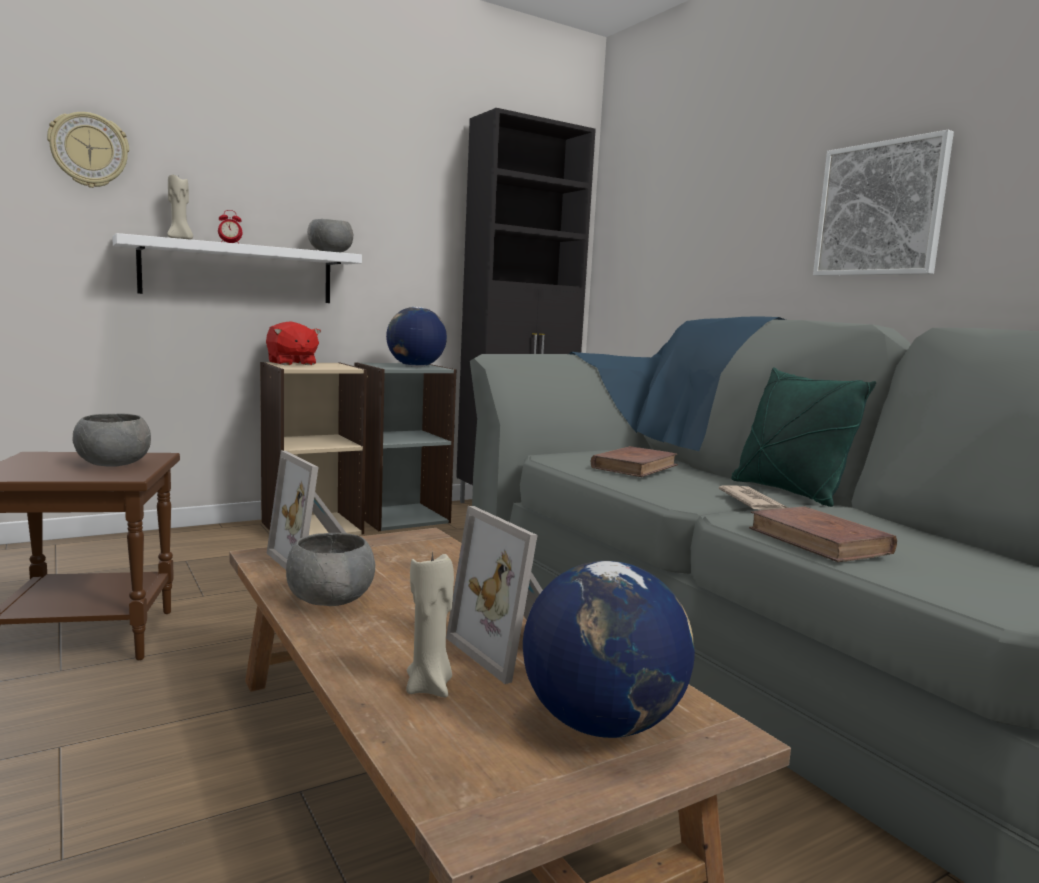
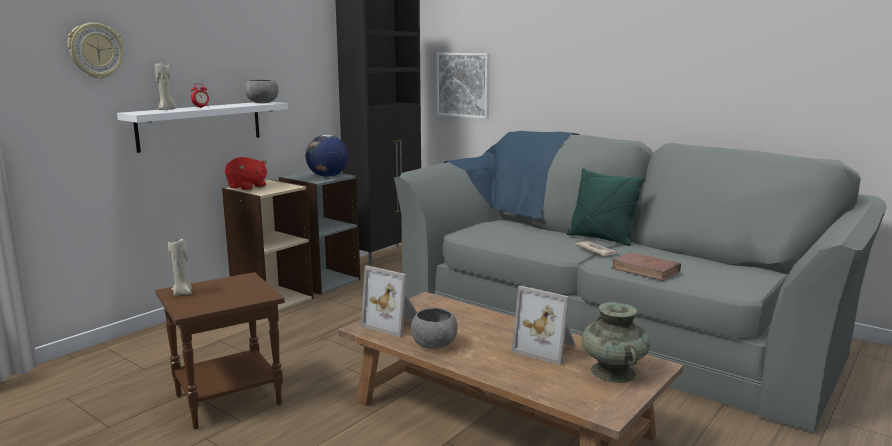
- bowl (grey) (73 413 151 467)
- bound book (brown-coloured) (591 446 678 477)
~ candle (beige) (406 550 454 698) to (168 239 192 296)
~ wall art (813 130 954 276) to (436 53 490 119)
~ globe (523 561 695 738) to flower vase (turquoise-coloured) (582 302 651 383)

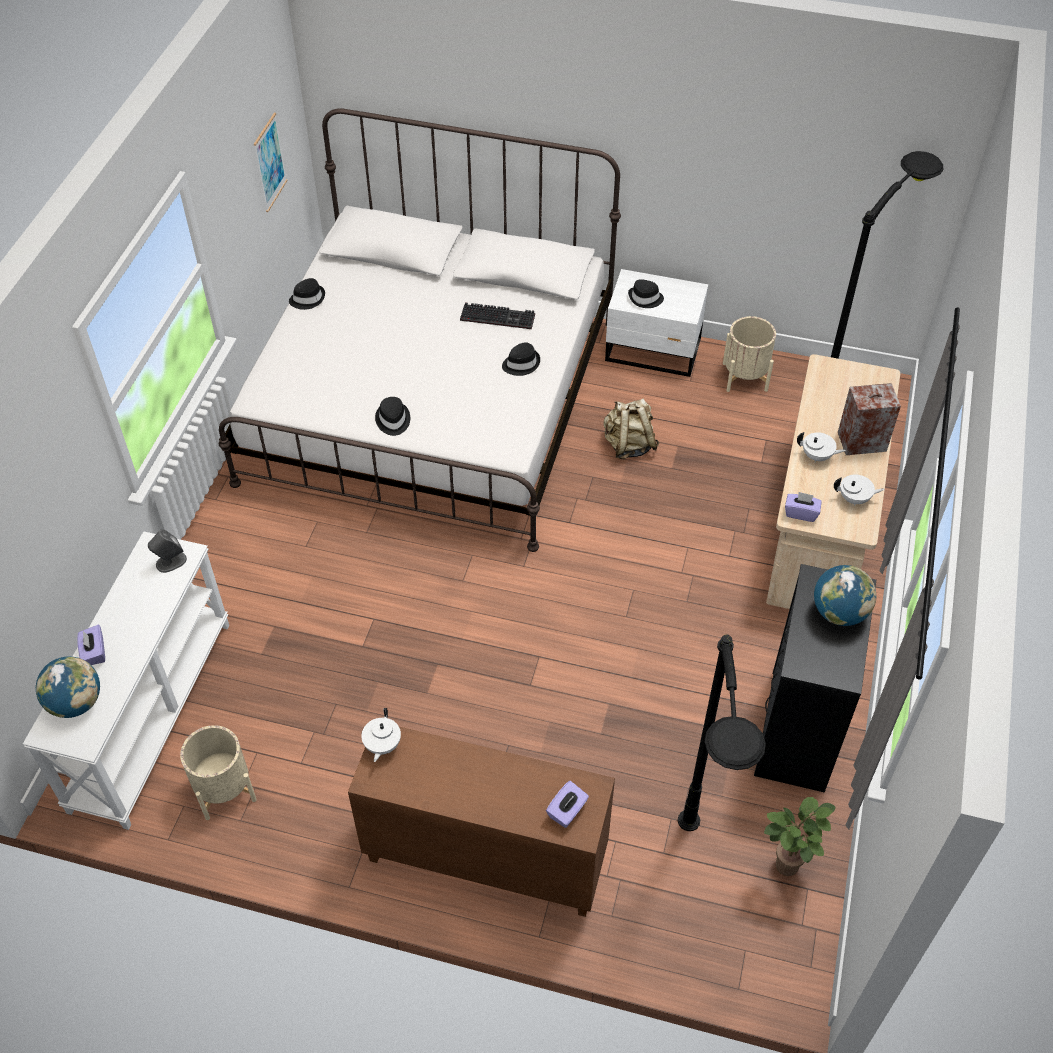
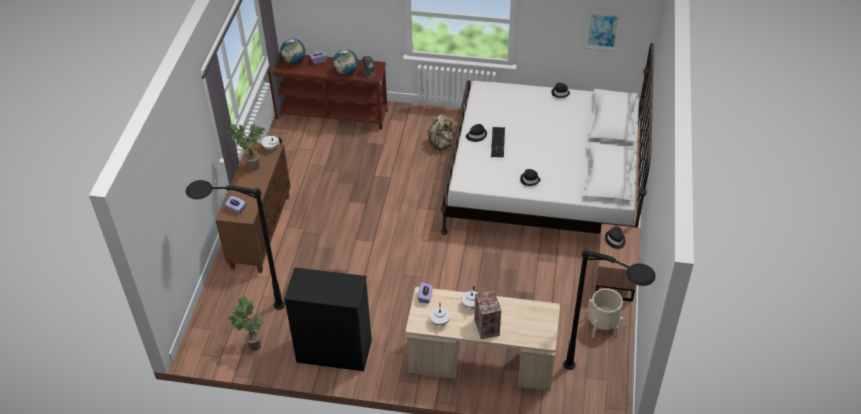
- flower pot (beige) (180 725 257 820)
+ potted plant (226 124 266 171)
~ computer keyboard (460 302 535 329) to (491 127 505 157)
~ knapsack (beige) (604 399 659 459) to (427 115 455 151)
~ globe (814 565 876 626) to (333 49 358 75)
~ hall table (white-coloured) (23 531 229 830) to hall table (brown-coloured) (267 52 388 130)
~ night table (white-coloured) (605 269 708 377) to night table (brown-coloured) (596 223 641 302)

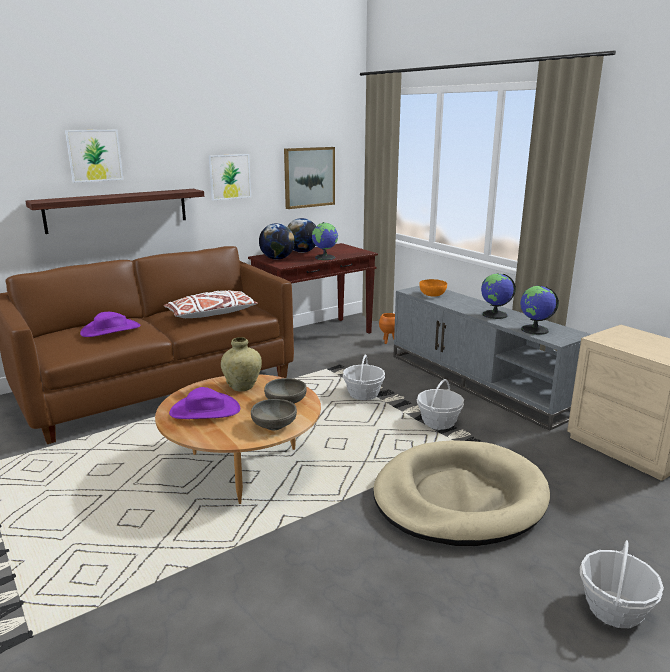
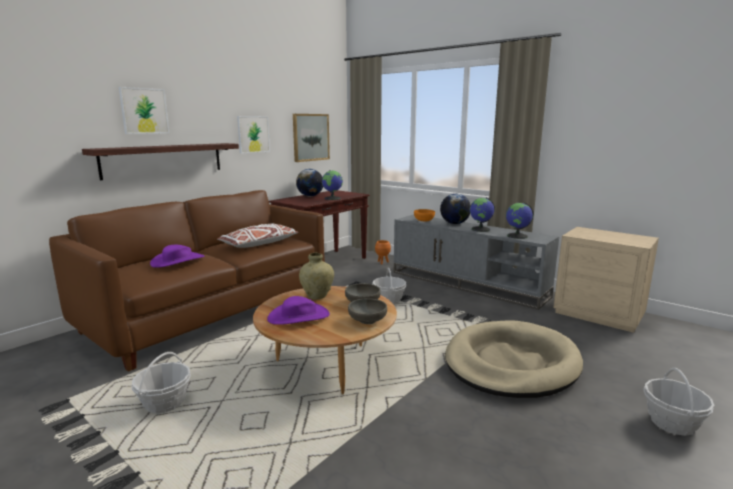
~ globe (259 223 295 260) to (440 194 471 224)
~ basket (417 379 464 430) to (131 352 191 413)

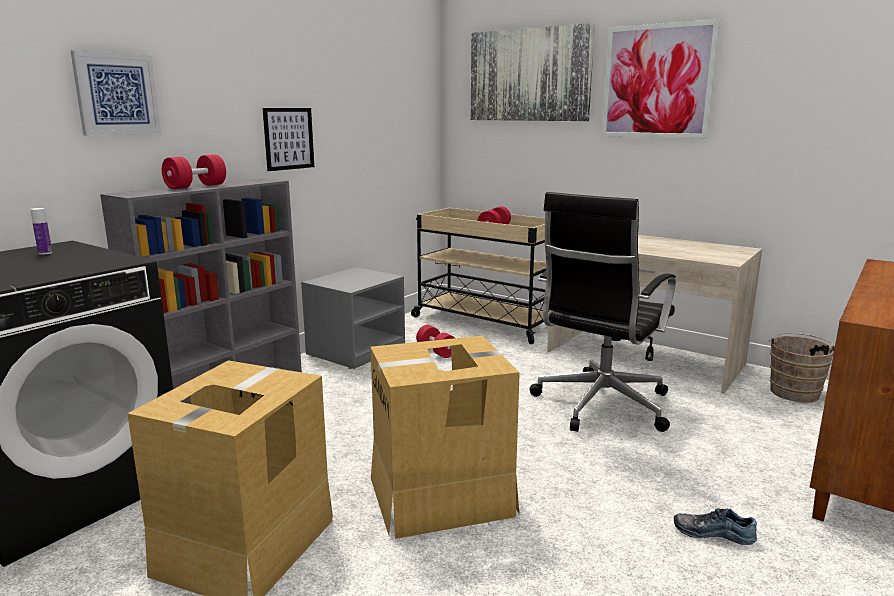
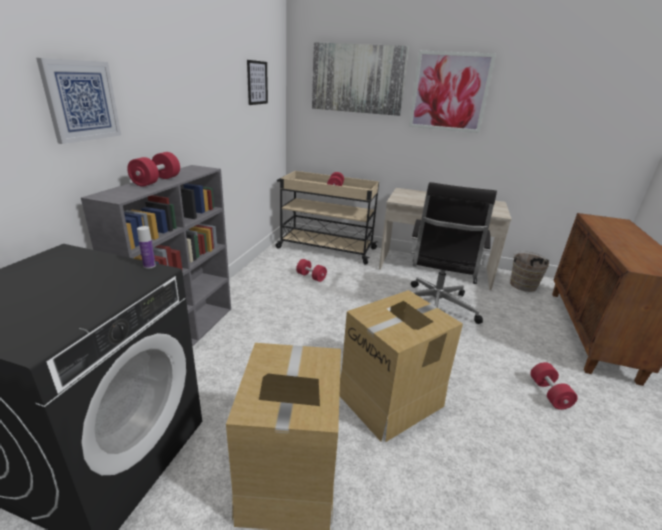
- night table (grey) (301 267 405 369)
~ bottle (30 208 53 255) to (137 226 156 269)
~ wall art (263 108 314 171) to (247 60 268 105)
~ shoe (674 508 757 545) to free weight (red) (530 362 578 410)

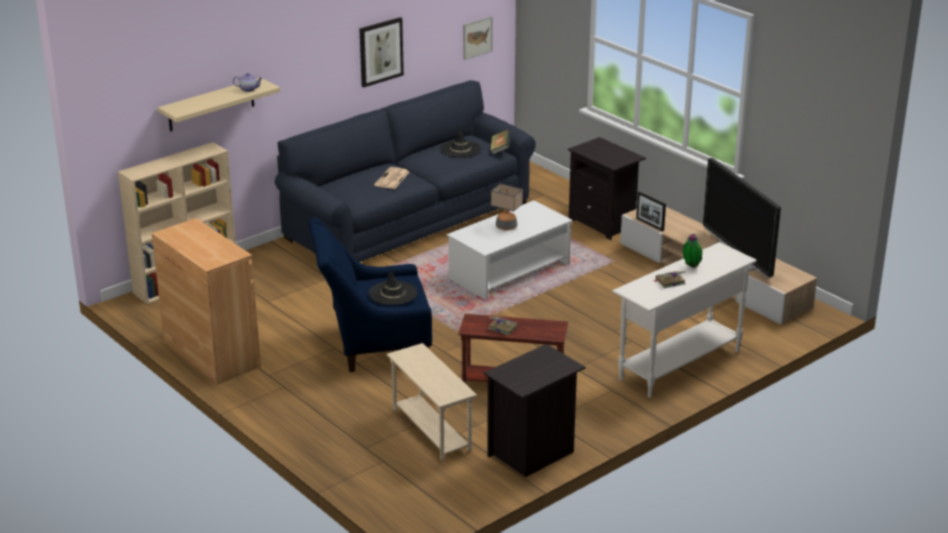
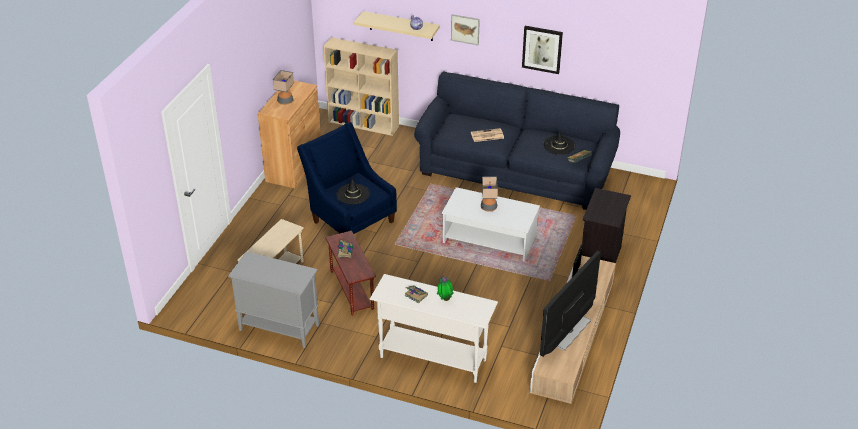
+ tabletop lamp (273 70 294 105)
~ wall art (463 16 493 60) to (451 14 480 45)
~ night table (blackish) (484 344 585 477) to cupboard (grey) (228 252 319 348)

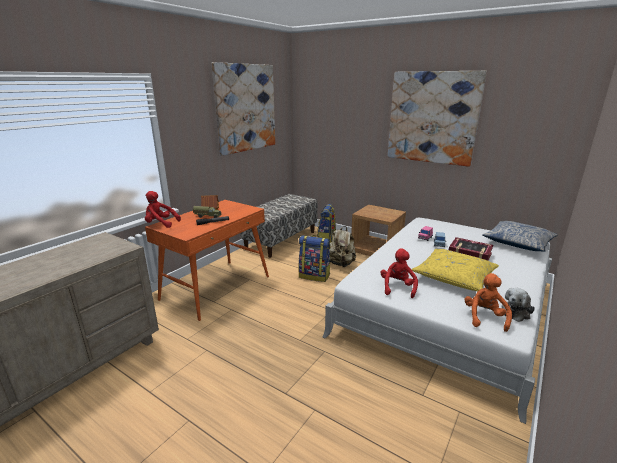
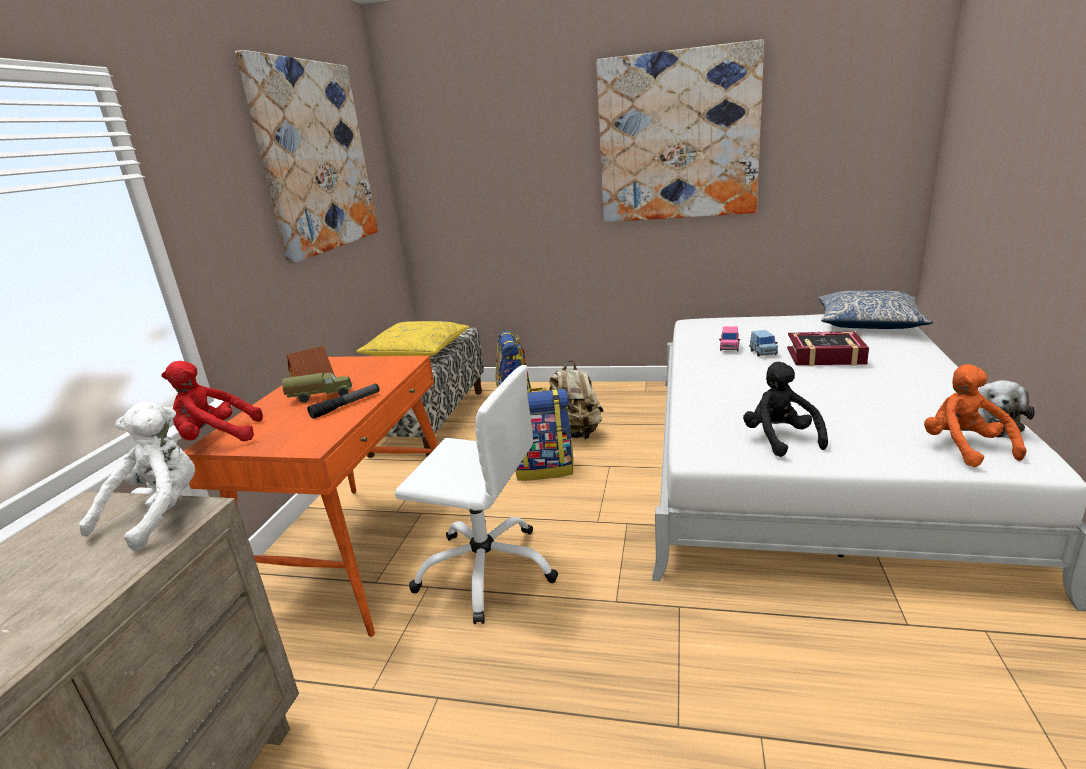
- night table (brown-coloured) (351 205 406 256)
+ plush toy (white-coloured) (79 401 195 551)
+ desk chair (white-coloured) (395 365 558 624)
~ pillow (yellow-coloured) (411 249 499 291) to (356 321 469 357)
~ plush toy (red) (381 248 418 298) to plush toy (blackish) (743 362 828 457)

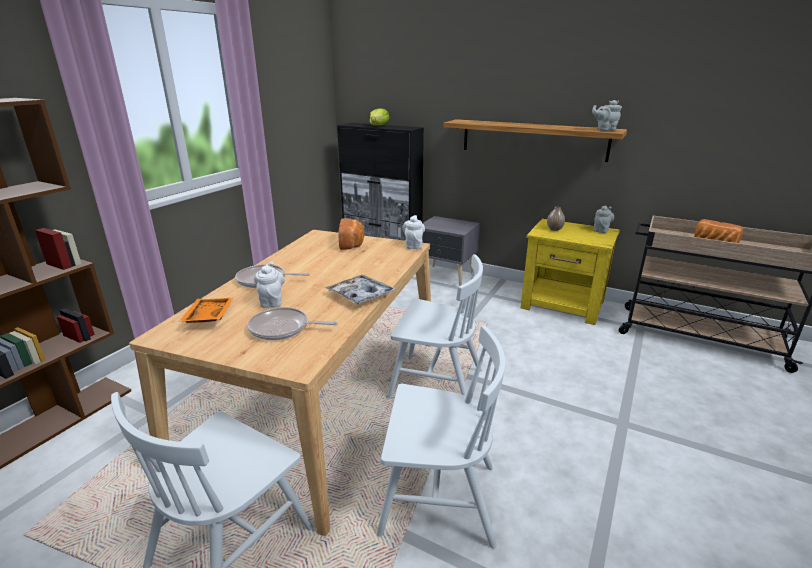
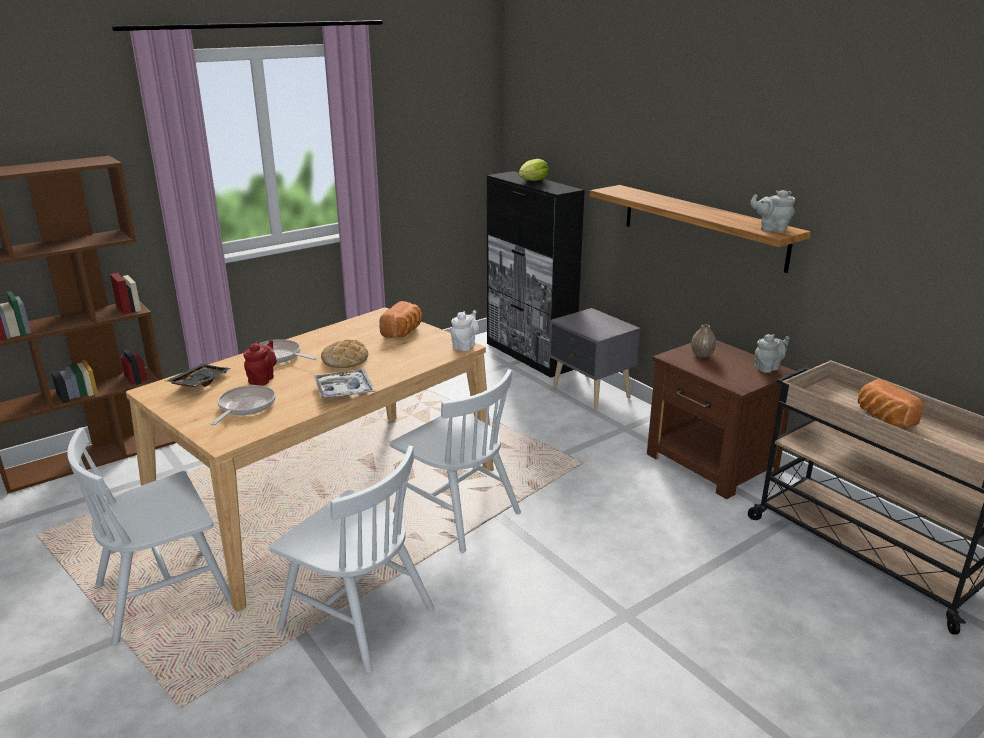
+ bakery bread (321 339 368 368)
~ carrying tray (orange) (179 298 233 323) to carrying tray (blackish) (165 363 232 387)
~ pot for tea (white-coloured) (254 262 285 308) to pot for tea (red) (243 340 277 386)
~ night table (yellow-coloured) (520 219 620 325) to night table (brown-coloured) (647 340 796 499)
~ pan (247 307 338 340) = (210 385 276 425) 75 degrees clockwise

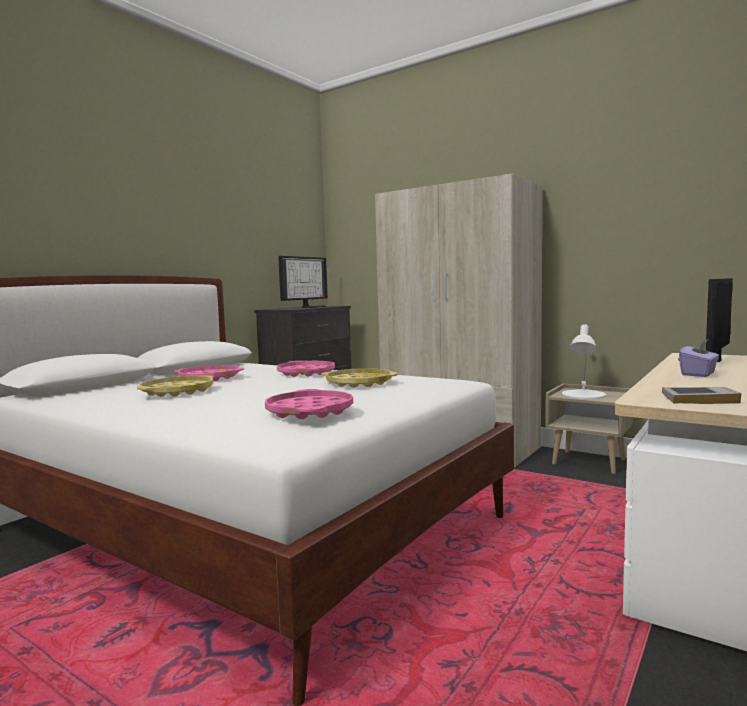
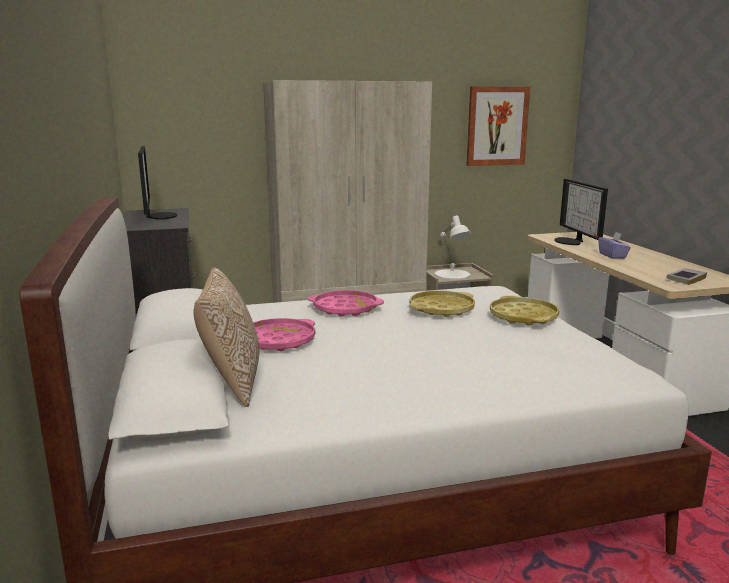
- carrying tray (pink) (265 389 353 419)
+ pillow (193 267 259 407)
+ wall art (466 86 530 166)
~ carrying tray (yellow-coloured) (137 375 214 397) to (490 296 559 326)

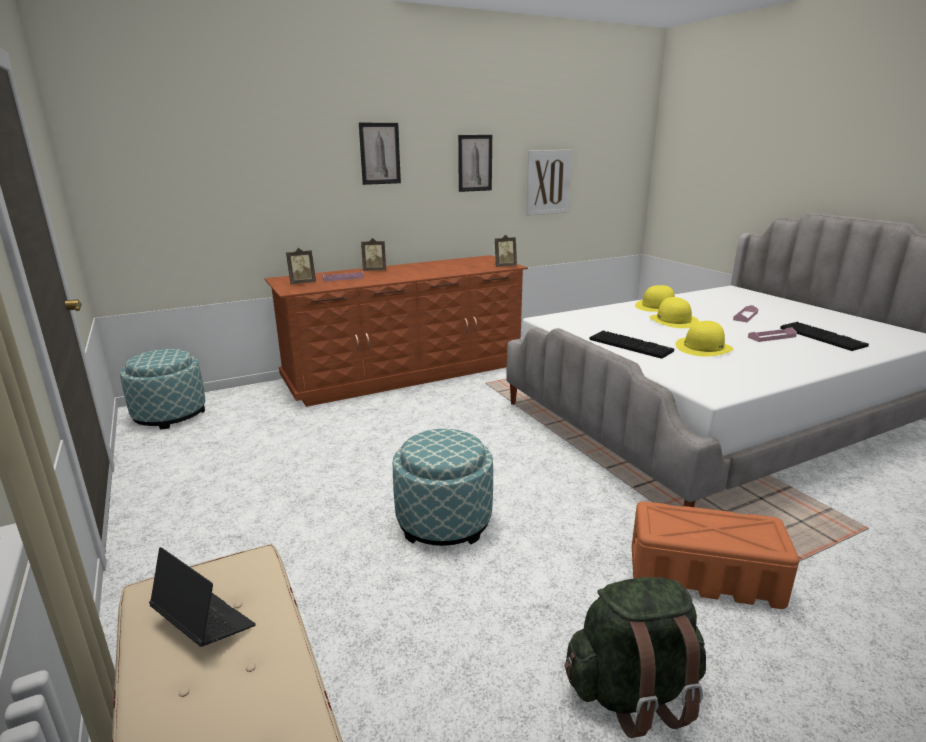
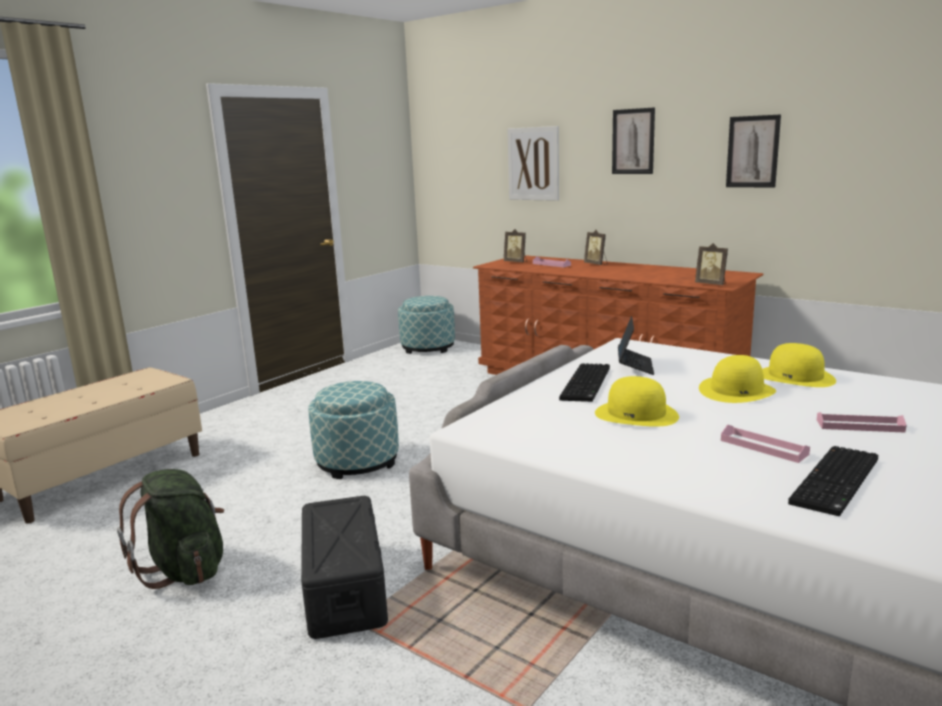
~ portable computer (149 547 256 647) to (618 316 654 375)
~ wall art (526 150 572 216) to (507 126 559 201)
~ storage container (orange) (632 501 799 609) to storage container (blackish) (301 496 388 639)

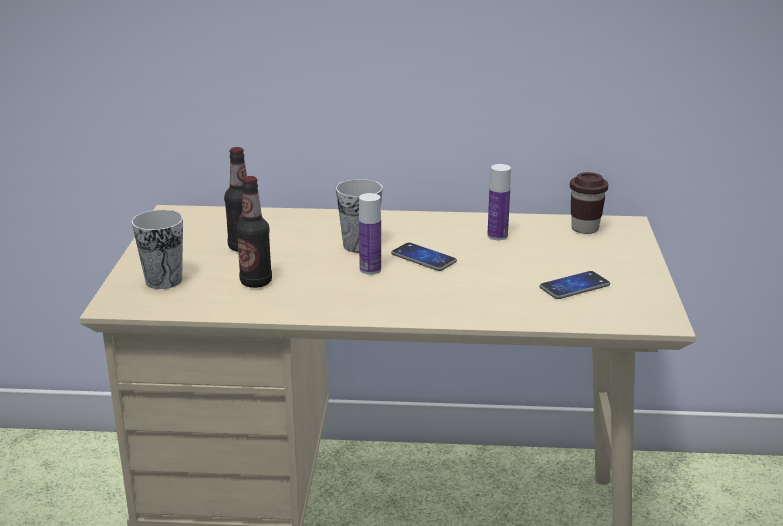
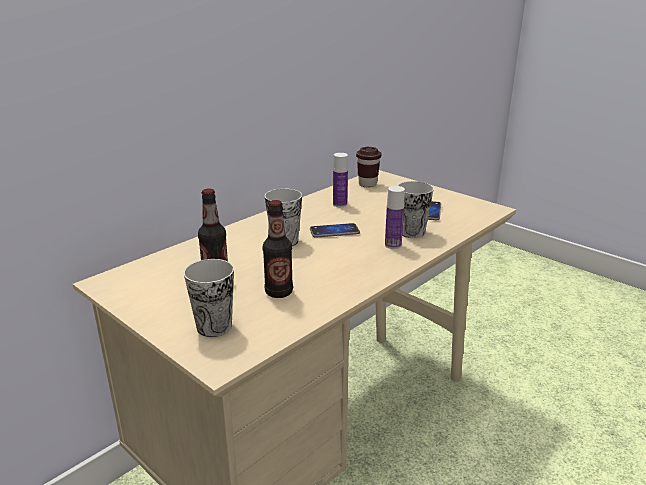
+ cup (397 181 434 238)
~ bottle (359 193 381 275) to (385 186 405 249)

